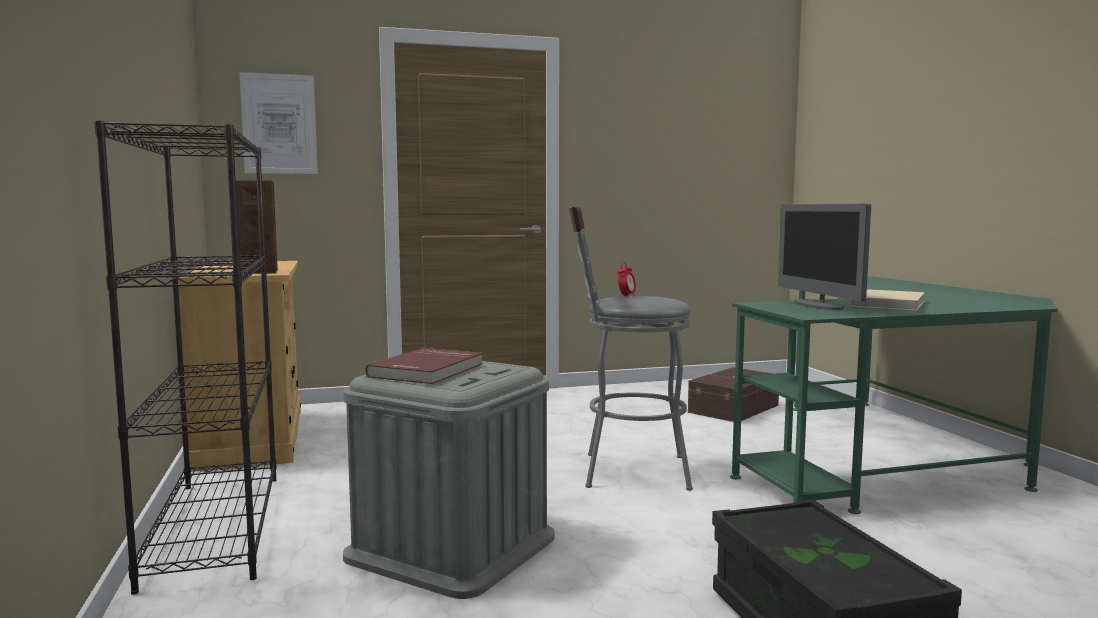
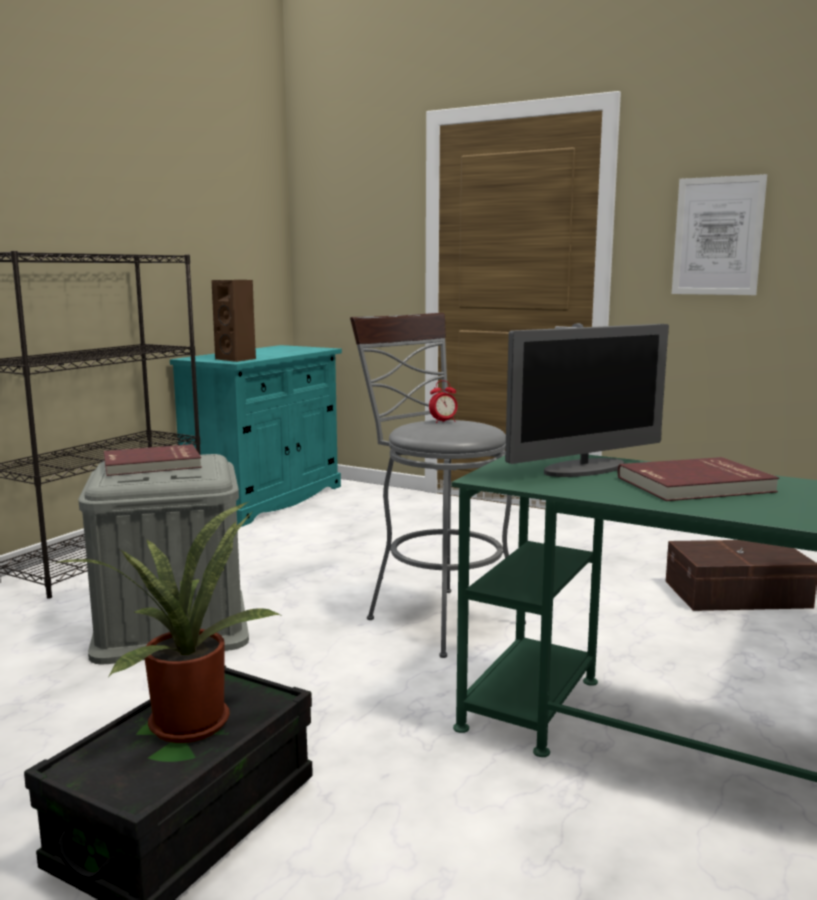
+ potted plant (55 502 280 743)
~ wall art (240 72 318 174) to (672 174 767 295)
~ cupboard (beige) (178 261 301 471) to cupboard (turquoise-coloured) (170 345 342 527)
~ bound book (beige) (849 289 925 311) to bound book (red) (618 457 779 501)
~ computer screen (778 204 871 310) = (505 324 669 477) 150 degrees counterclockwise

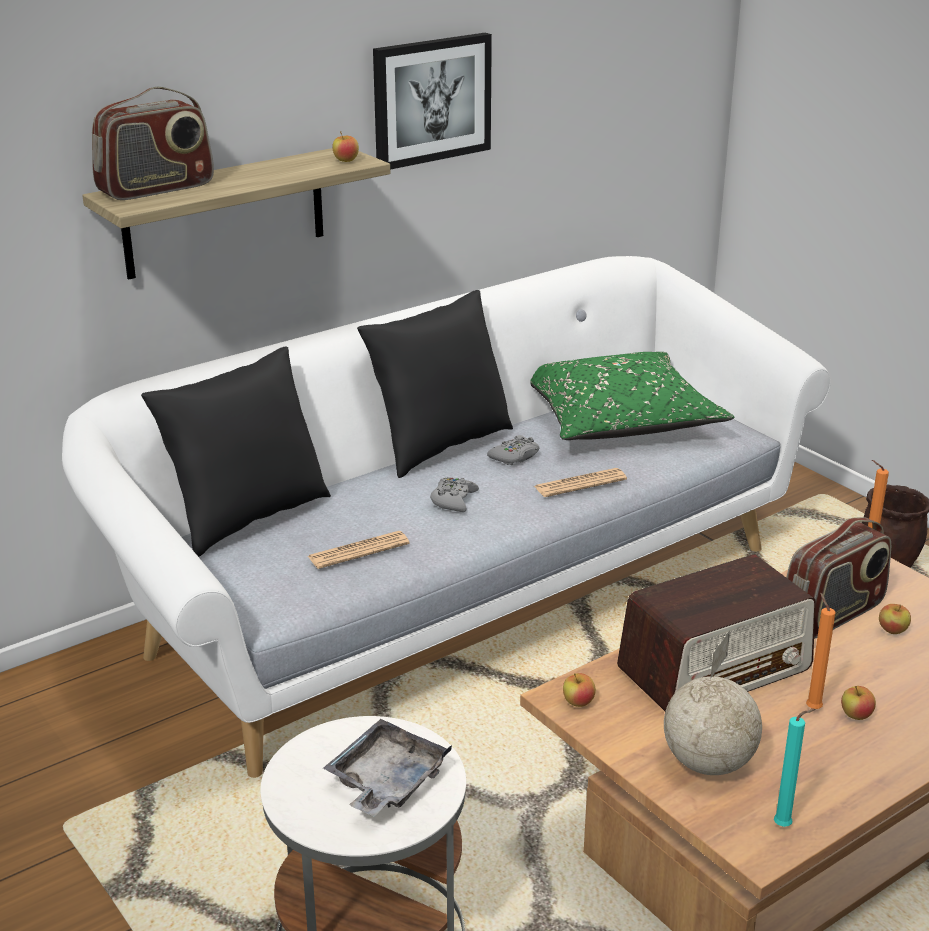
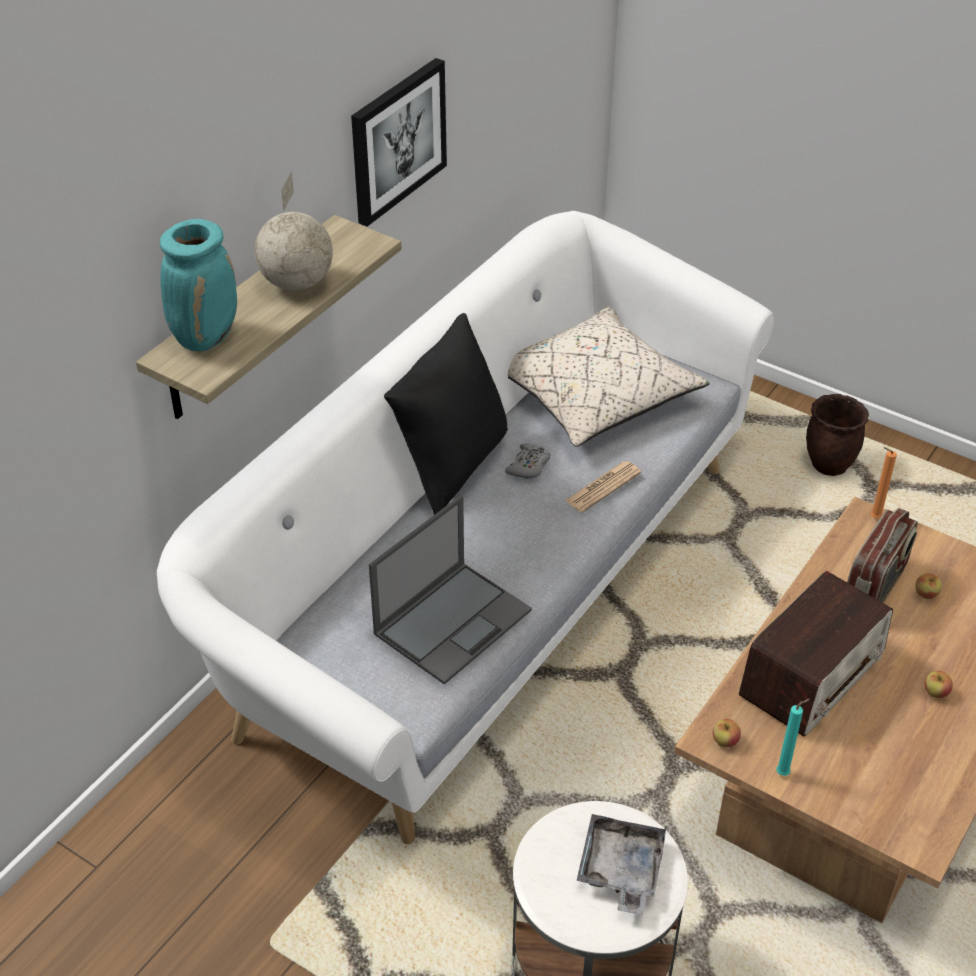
- pillow (blackish) (141 347 331 557)
- apple (332 131 359 162)
- gamepad (grey) (430 477 479 512)
- candle (orange) (806 593 836 709)
~ globe (664 631 762 775) to (255 171 333 291)
~ candle (turquoise-coloured) (774 709 816 827) to (776 699 810 776)
~ radio receiver (92 87 214 200) to flower vase (turquoise-coloured) (160 219 237 351)
~ printed paper (308 531 410 569) to portable computer (369 495 532 685)
~ pillow (green) (530 352 734 440) to pillow (beige) (508 307 710 447)

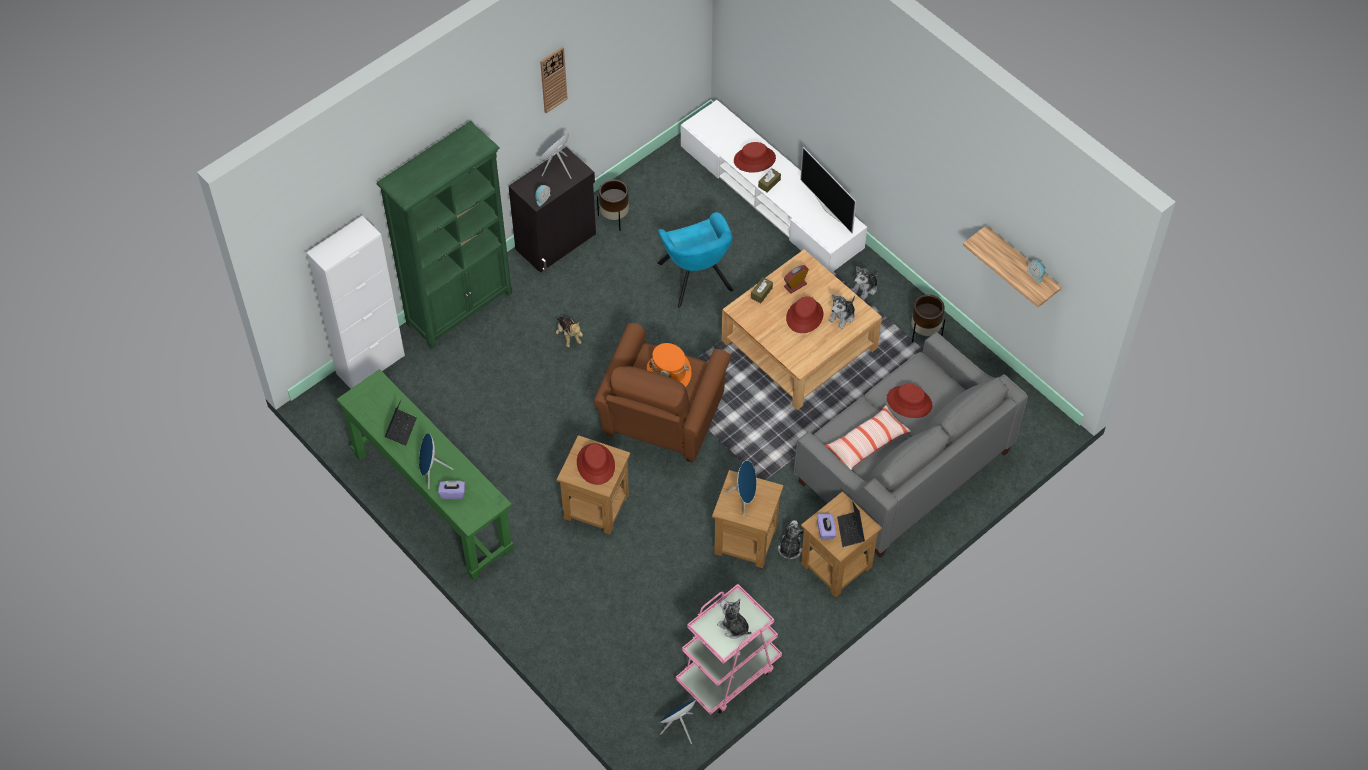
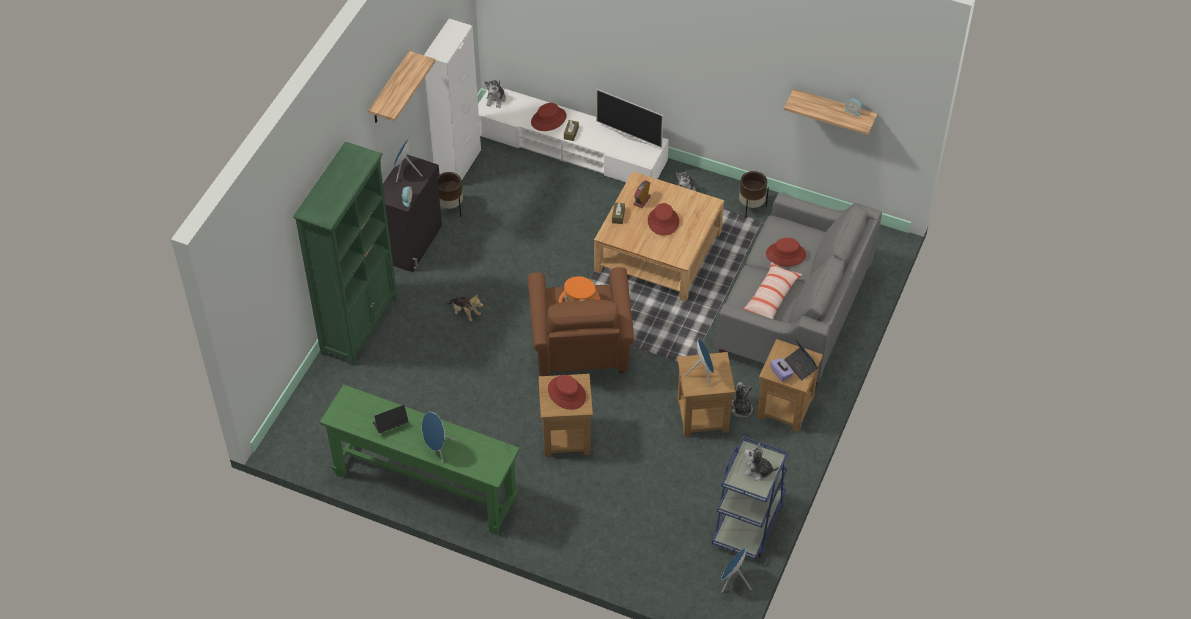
- box of tissues (purplish) (438 481 465 499)
- easy chair (turquoise-coloured) (658 212 733 308)
~ cupboard (white-coloured) (306 216 405 389) to (424 19 481 180)
~ plush toy (828 294 855 329) to (484 80 506 108)
~ clock on the wall (540 47 568 113) to wall shelf (368 51 435 123)
~ cart (pink) (676 584 782 715) to cart (blue) (712 436 788 560)
~ portable computer (385 399 417 445) = (372 405 409 433) 105 degrees counterclockwise

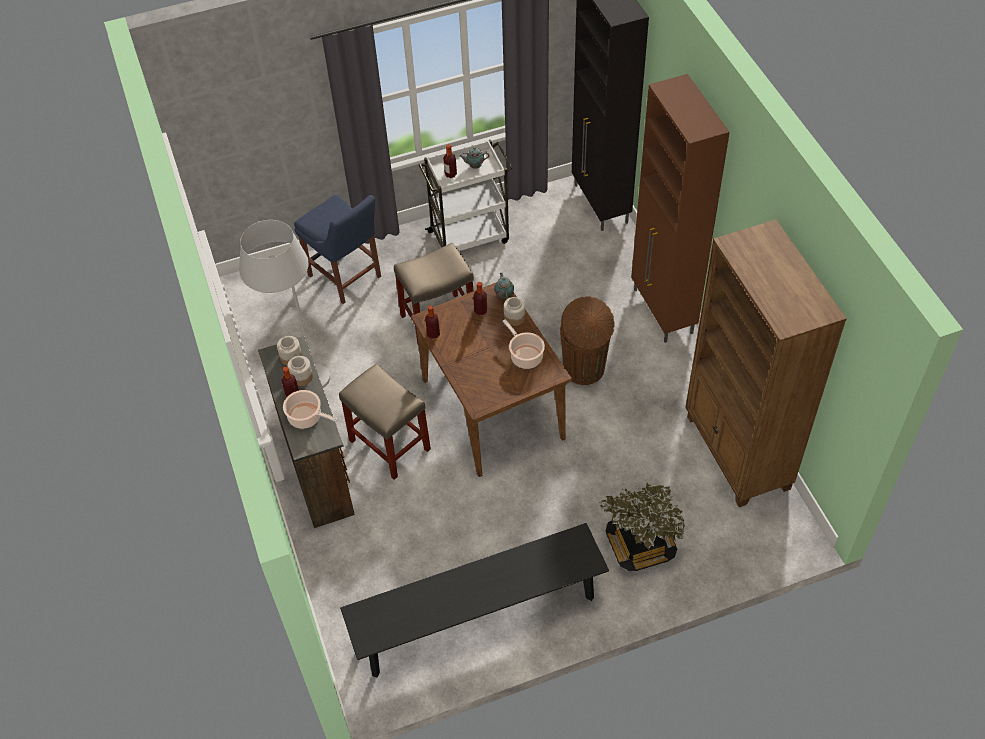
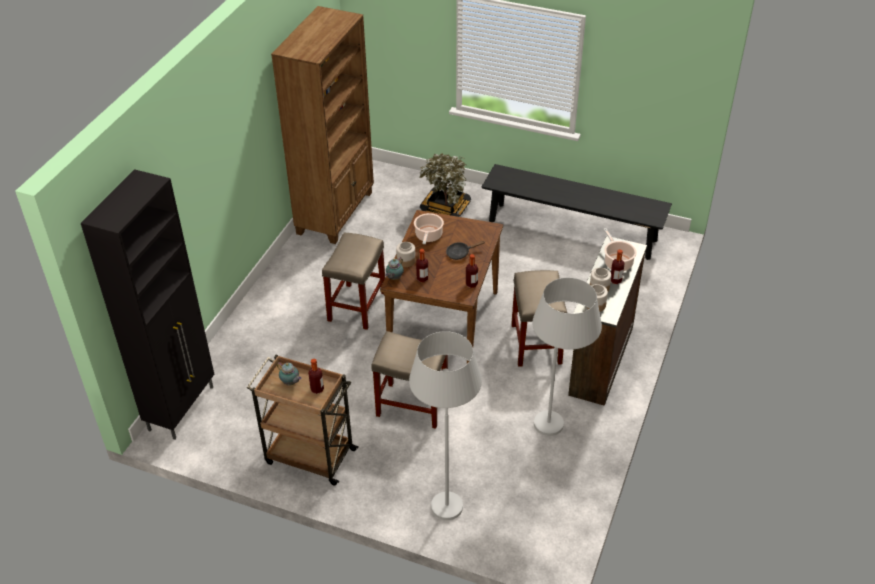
- cupboard (brown-coloured) (631 74 730 343)
+ pan (blackish) (446 241 485 260)
~ chair (blue) (294 195 381 304) to standard lamp (white-coloured) (409 331 482 520)
~ trash can (brown-coloured) (560 296 615 385) to stool (beige) (322 232 385 330)
~ cart (white-coloured) (419 140 512 251) to cart (brown-coloured) (247 355 359 486)

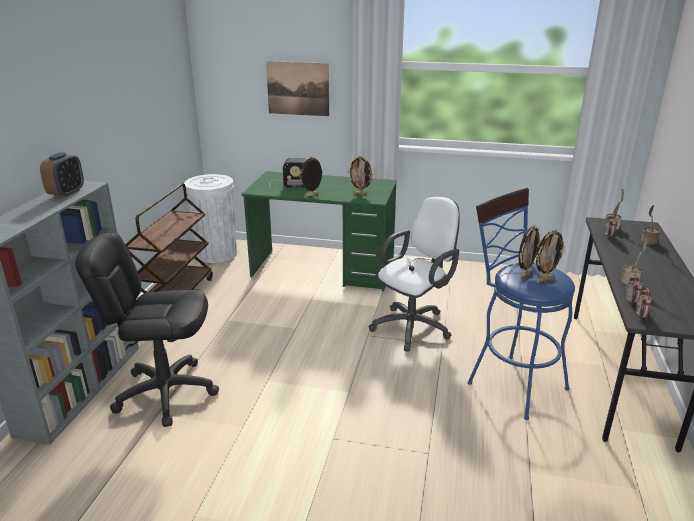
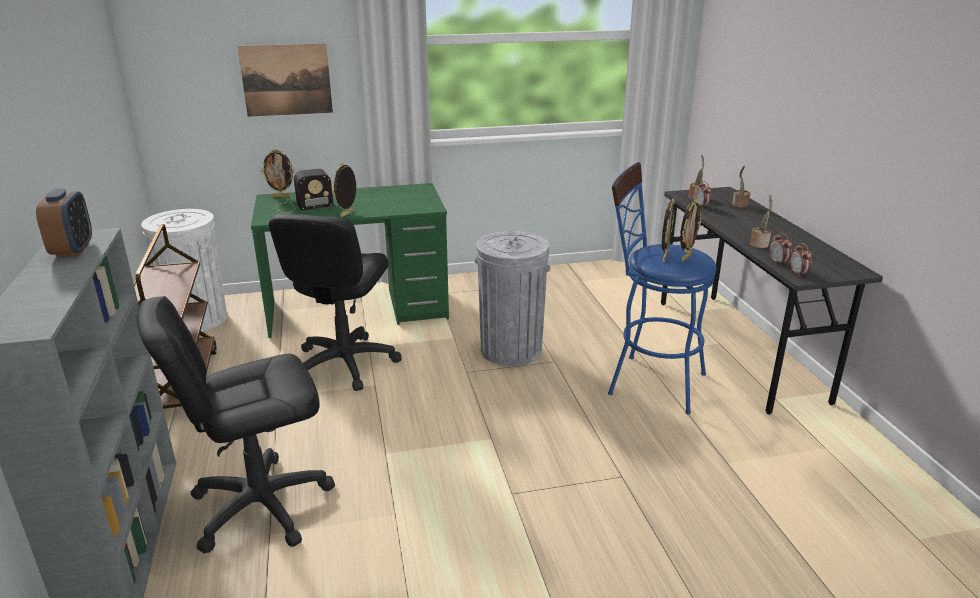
+ desk chair (blackish) (269 213 402 391)
~ photo frame (348 156 373 196) to (261 149 294 197)
~ desk chair (white-coloured) (369 197 460 352) to trash can (grey) (475 231 550 366)

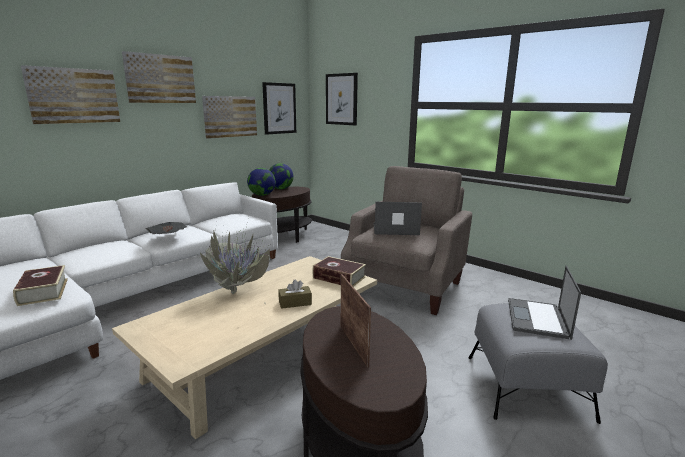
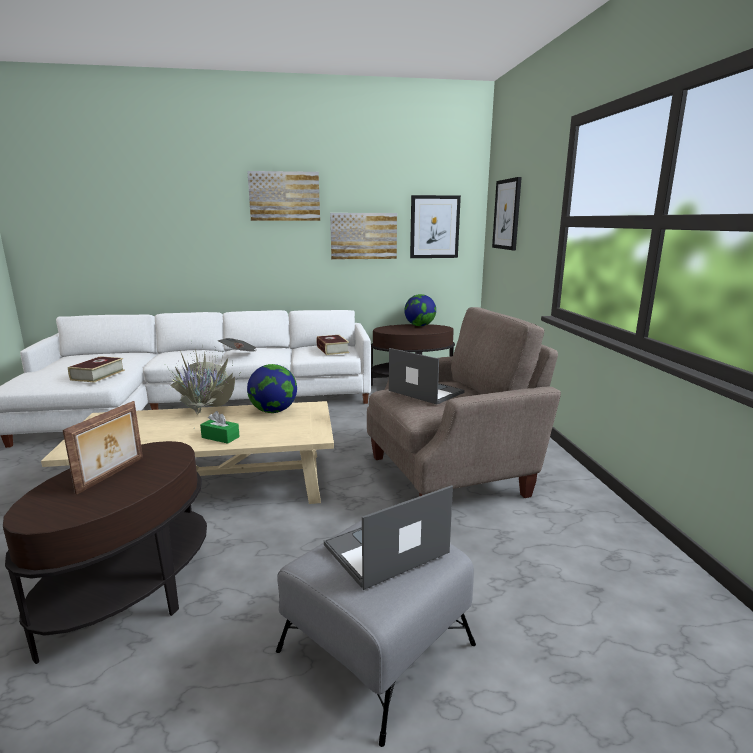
- wall art (21 65 120 124)
~ globe (247 168 276 196) to (247 364 297 413)
~ bound book (313 256 366 287) to (317 335 350 355)
~ box of tissues (brown-coloured) (278 279 312 309) to box of tissues (green) (200 411 240 444)

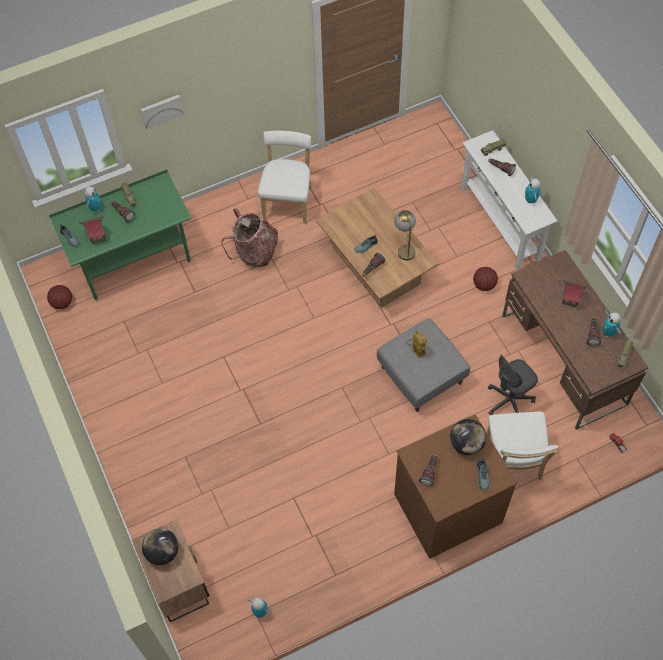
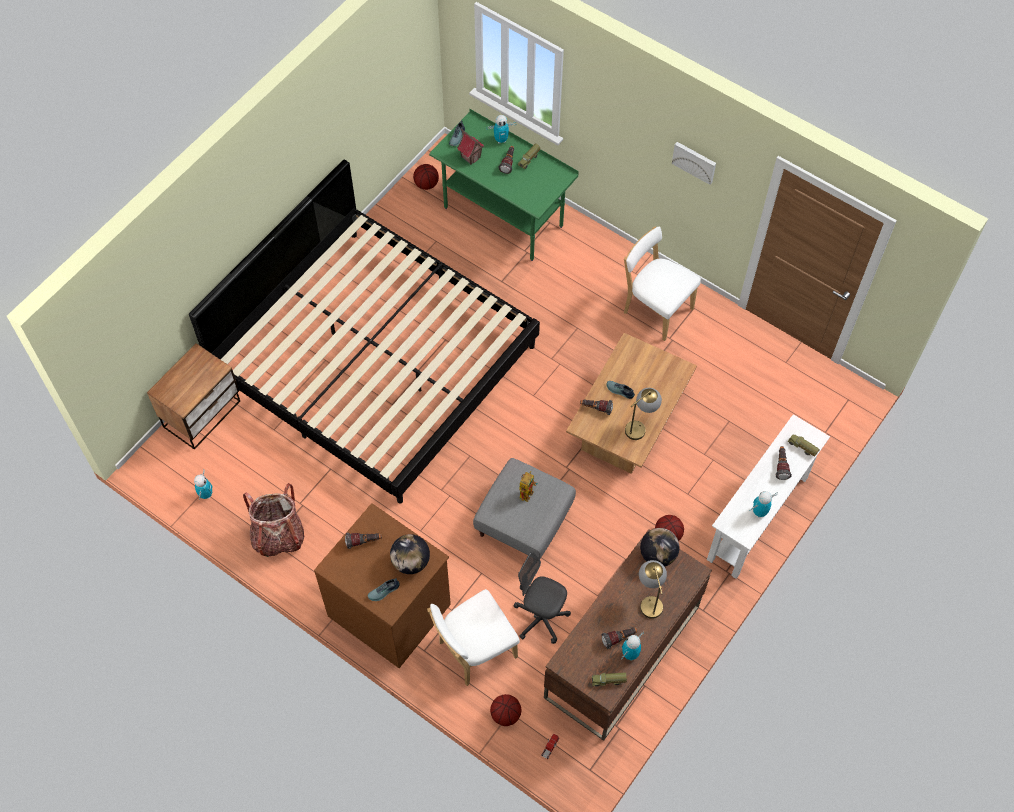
+ bedroom bed (189 160 540 504)
+ basketball ball (490 694 521 726)
~ wall art (141 95 184 129) to (672 142 716 185)
~ globe (142 528 178 565) to (640 528 679 567)
~ knapsack (221 208 278 267) to (243 483 304 557)
~ toy house (562 280 589 307) to tabletop lamp (639 560 667 619)
~ chair (white-coloured) (258 130 311 224) = (624 227 701 341) 120 degrees counterclockwise

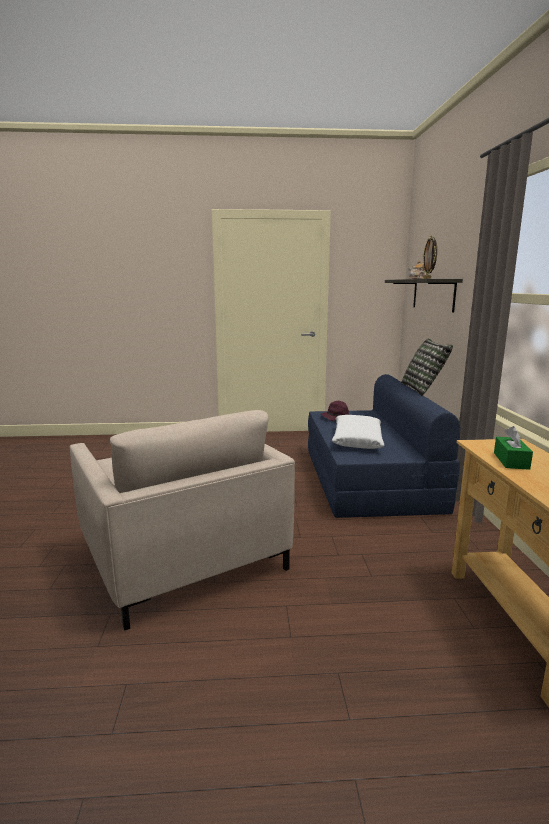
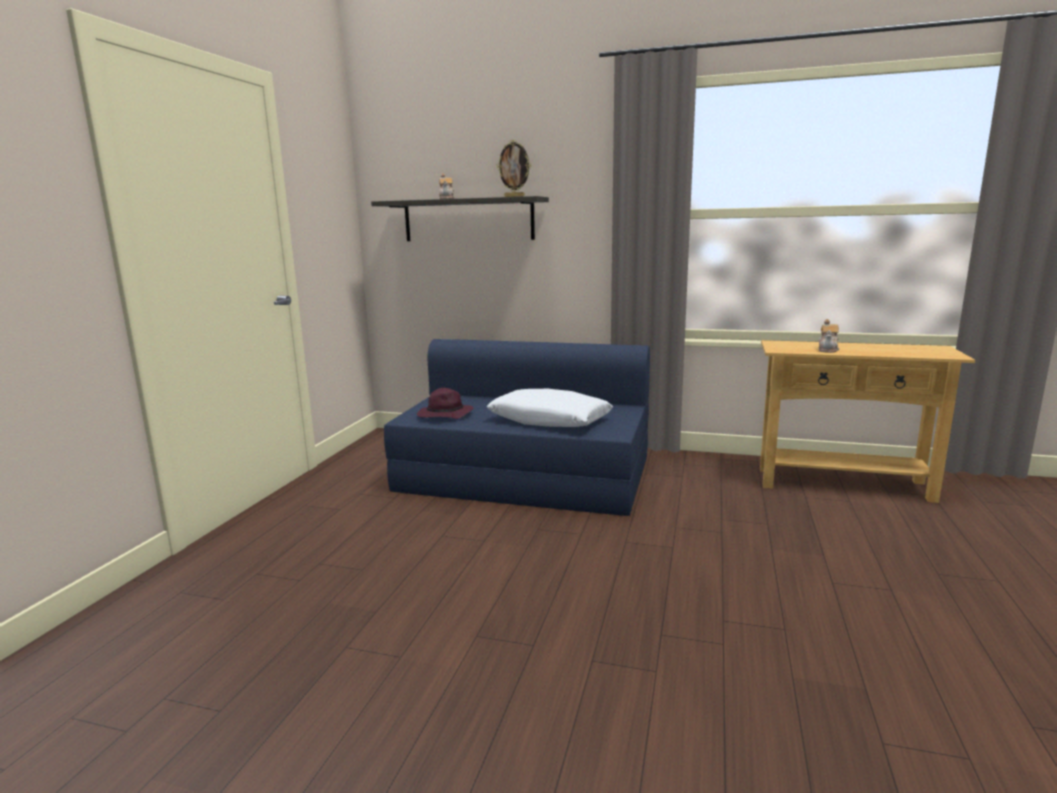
- easy chair (beige) (70 410 295 630)
- pillow (401 338 453 396)
~ box of tissues (green) (494 426 533 470) to pot for tea (819 319 839 353)

